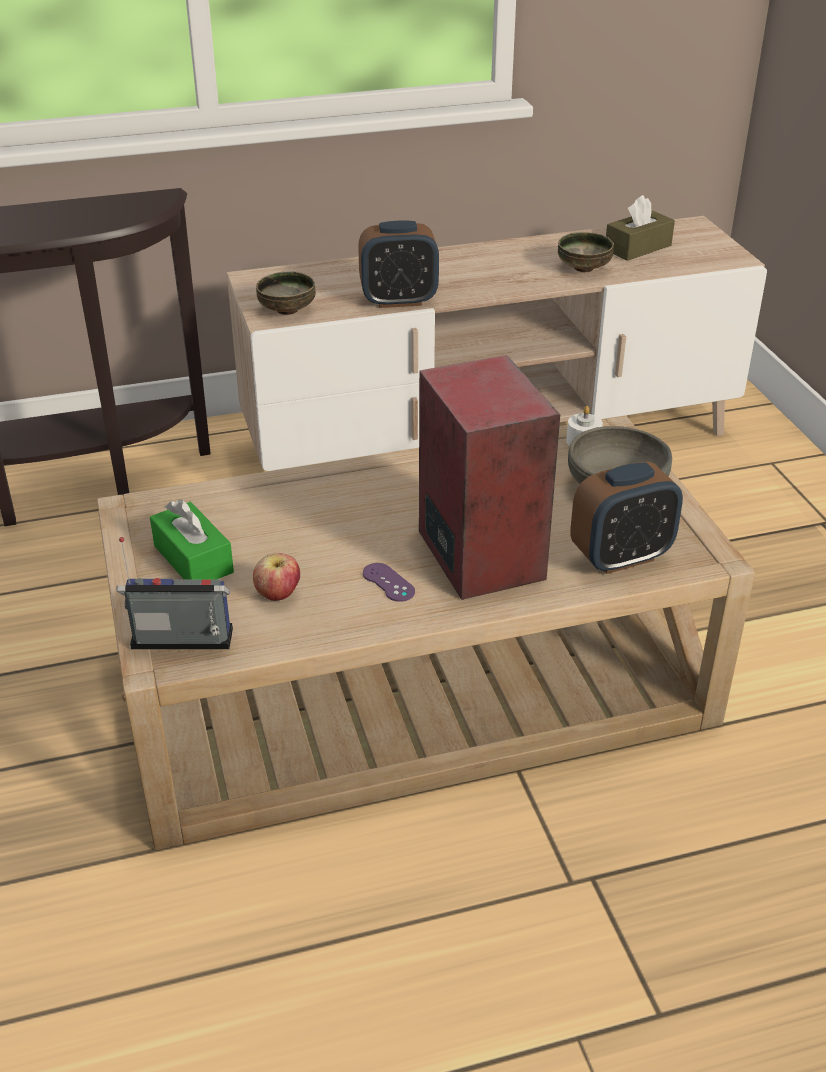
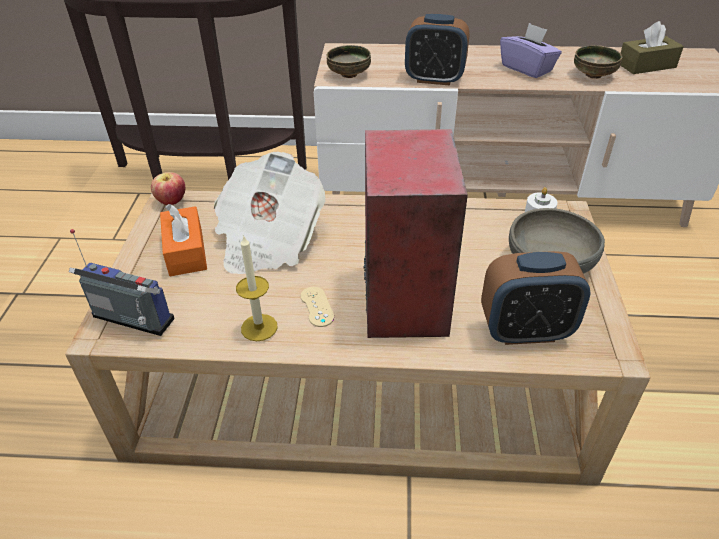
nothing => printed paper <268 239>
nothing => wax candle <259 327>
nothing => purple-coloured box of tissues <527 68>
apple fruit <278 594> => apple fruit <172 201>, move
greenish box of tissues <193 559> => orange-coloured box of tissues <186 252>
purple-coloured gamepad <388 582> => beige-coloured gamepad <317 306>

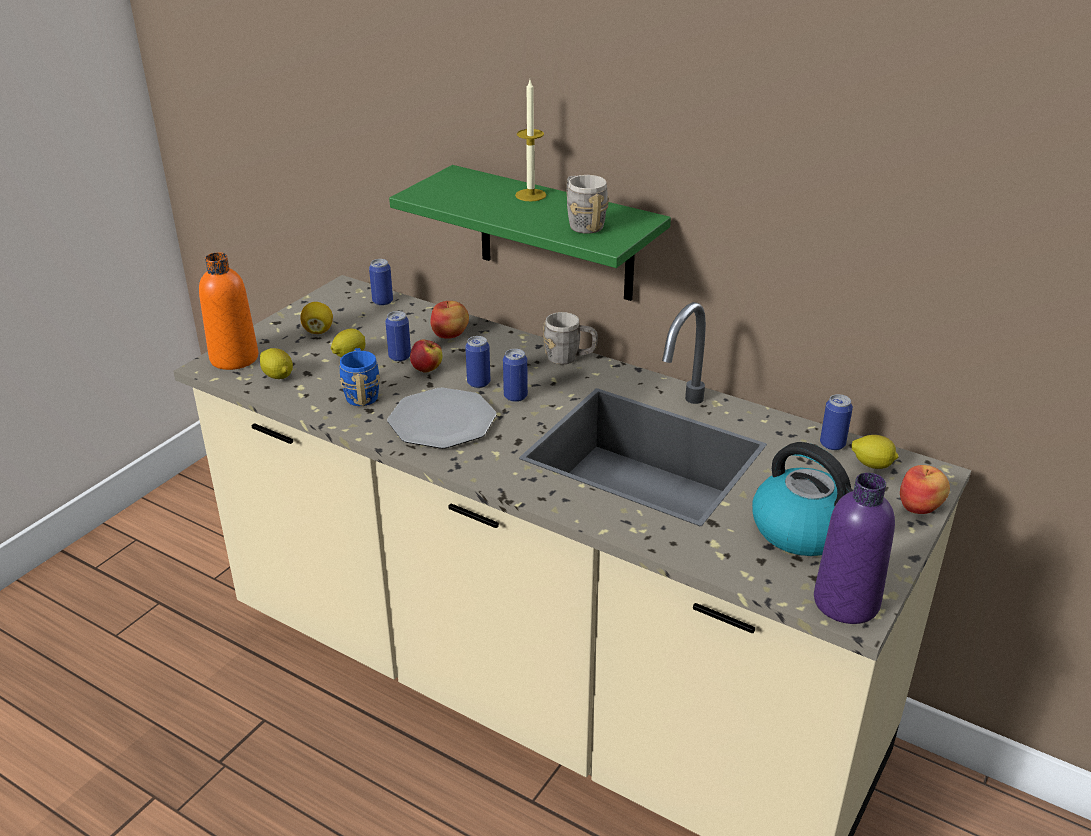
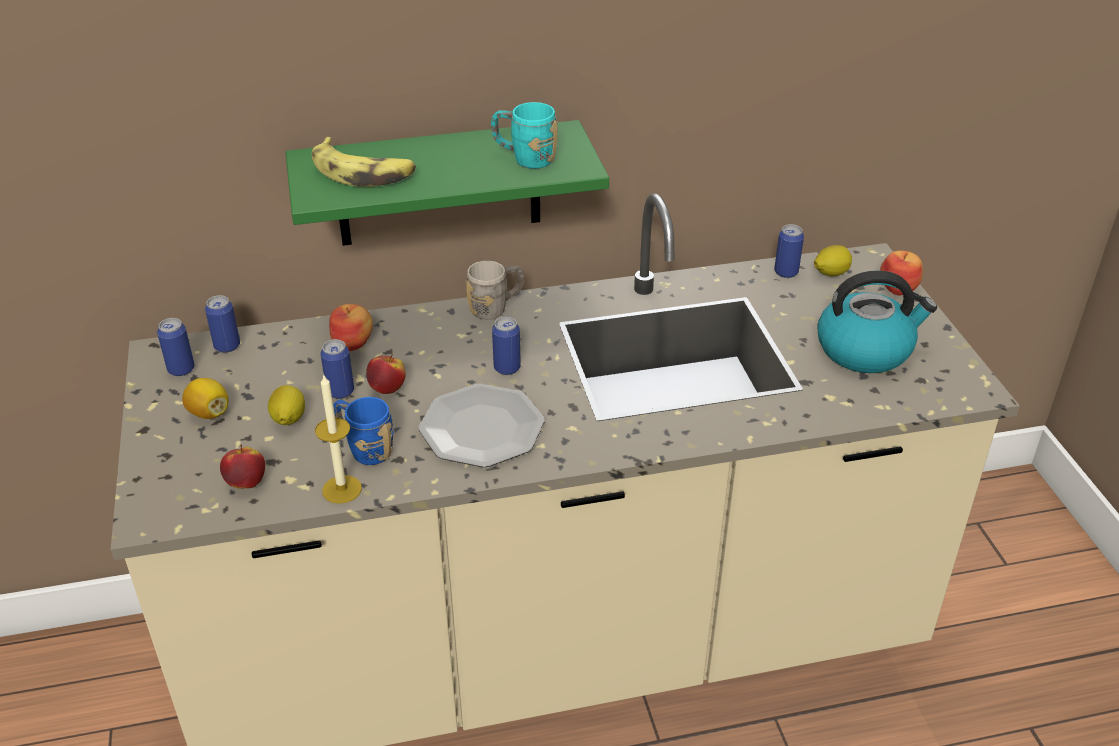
orange-coloured drink bottle <234 358> => nothing
purple-coloured drink bottle <846 602> => nothing
nothing => banana fruit <363 172>
sealed can <478 383> => sealed can <181 369>, move
wax candle <530 195> => wax candle <342 489>, move
lemon <278 376> => apple fruit <246 482>
greyish tea mug <582 223> => turquoise-coloured tea mug <525 158>

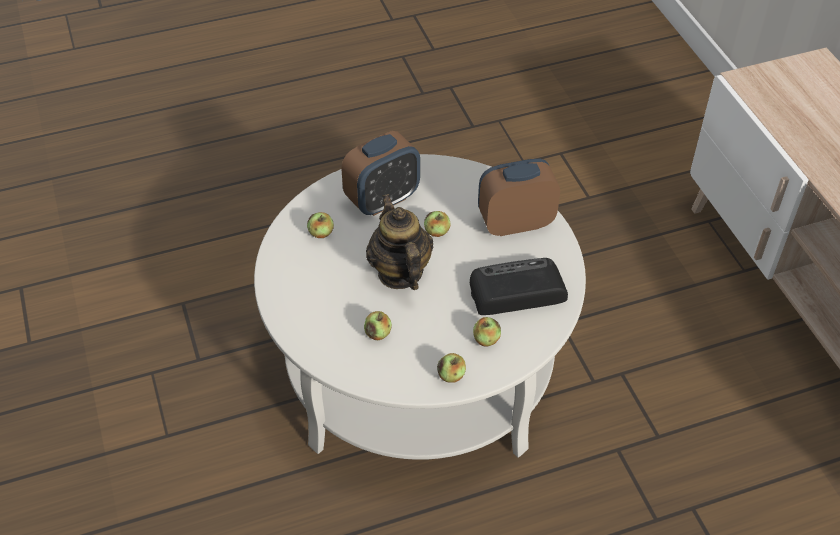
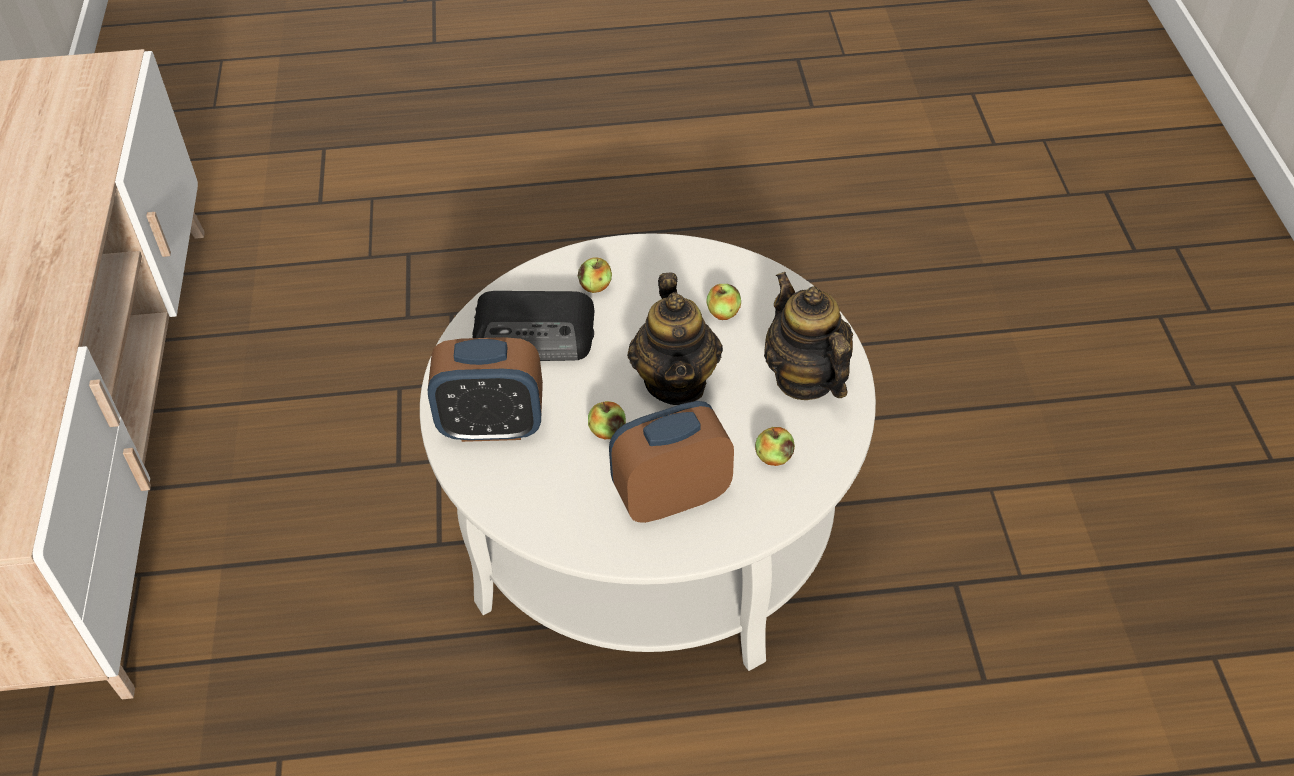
apple fruit <451 375> => nothing
nothing => tea pot <805 378>

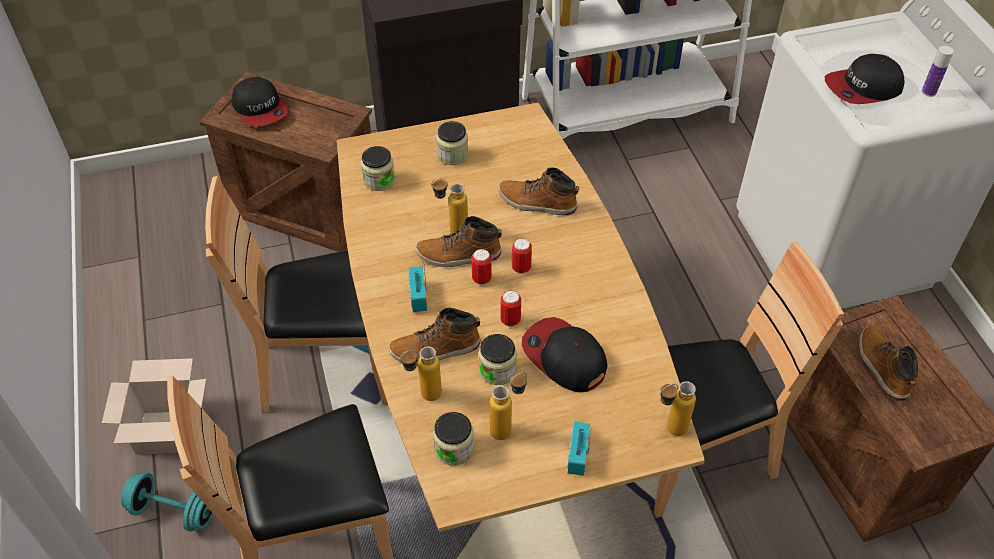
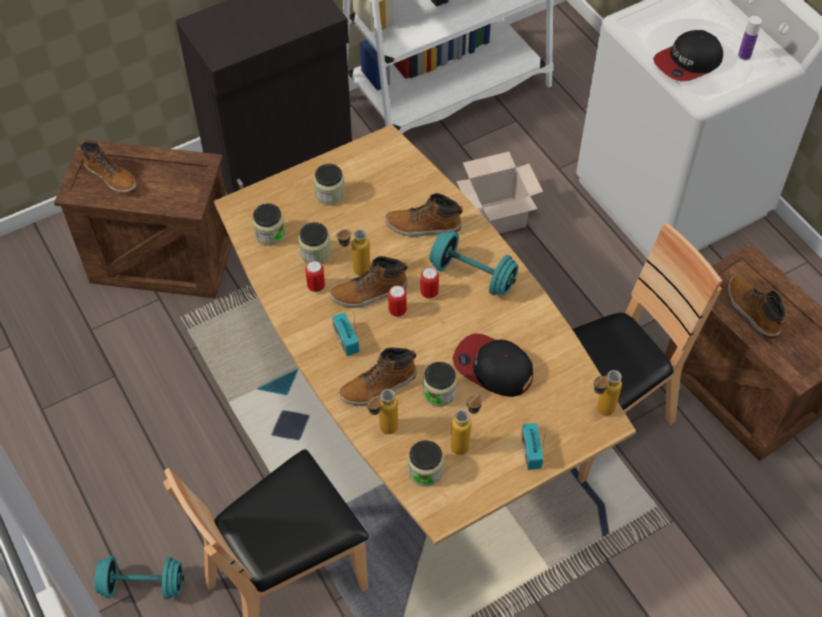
brown chair <327 370> => nothing
nothing => preserve jar <315 253>
nothing => turquoise-coloured dumbbell <472 275>
carton <171 431> => carton <497 216>, move
sealed can <510 320> => sealed can <316 286>, move
cap <260 109> => boot <111 176>

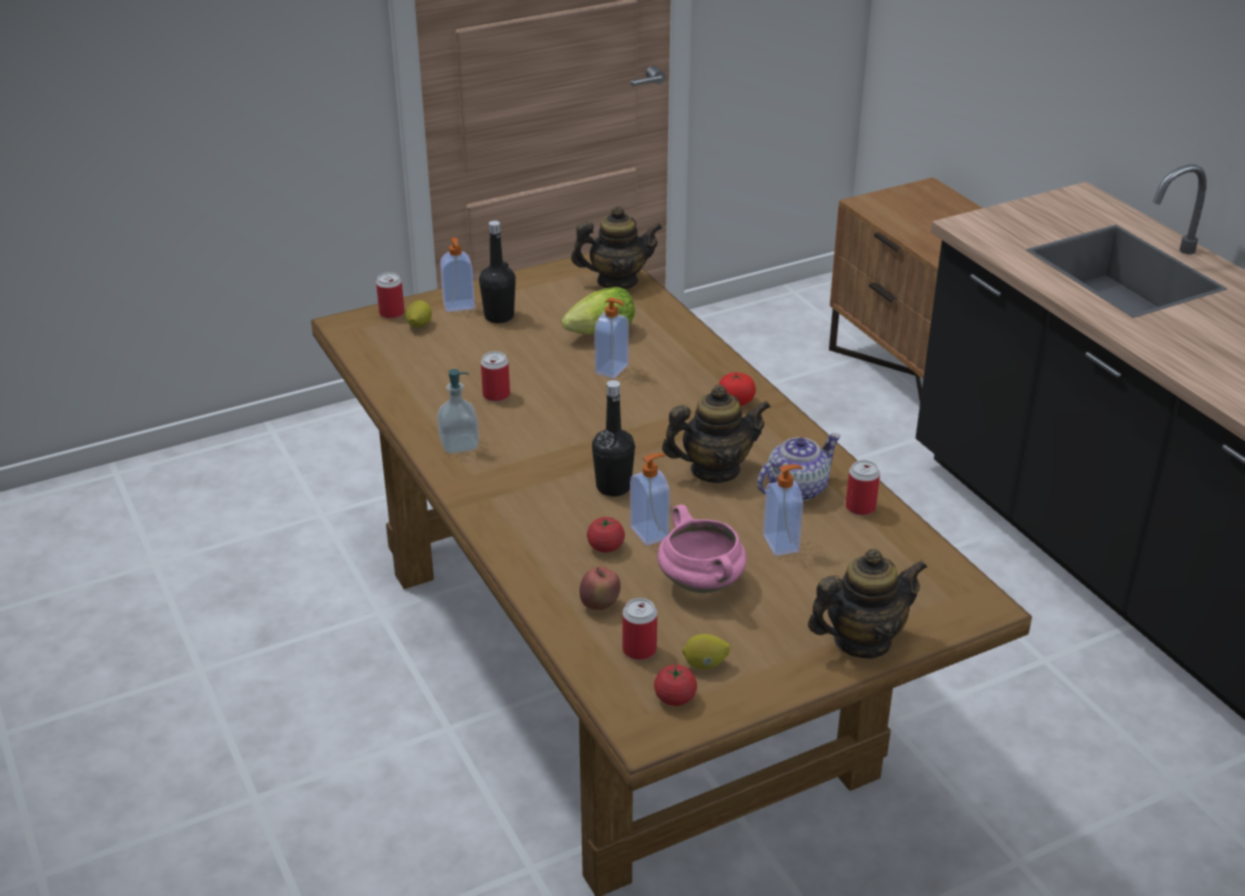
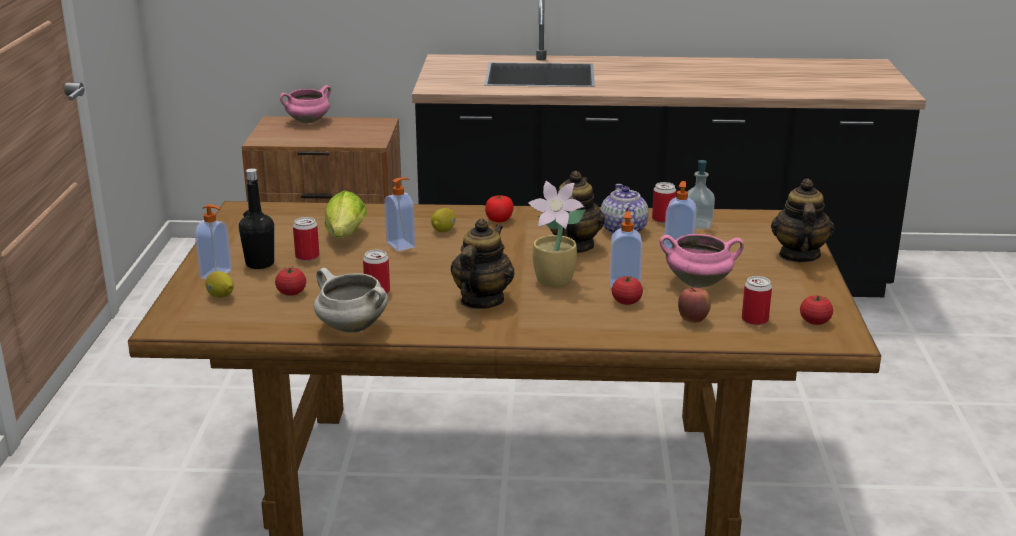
nothing => tomato <291 293>
nothing => pink saucepot <307 121>
nothing => white-coloured saucepot <350 327>
sealed can <392 313> => sealed can <307 257>, move
soap bottle <459 444> => soap bottle <697 224>, move
tea pot <617 281> => tea pot <481 301>, move
lemon <705 664> => lemon <444 230>, move
black drink bottle <613 487> => plant in a pot <555 282>

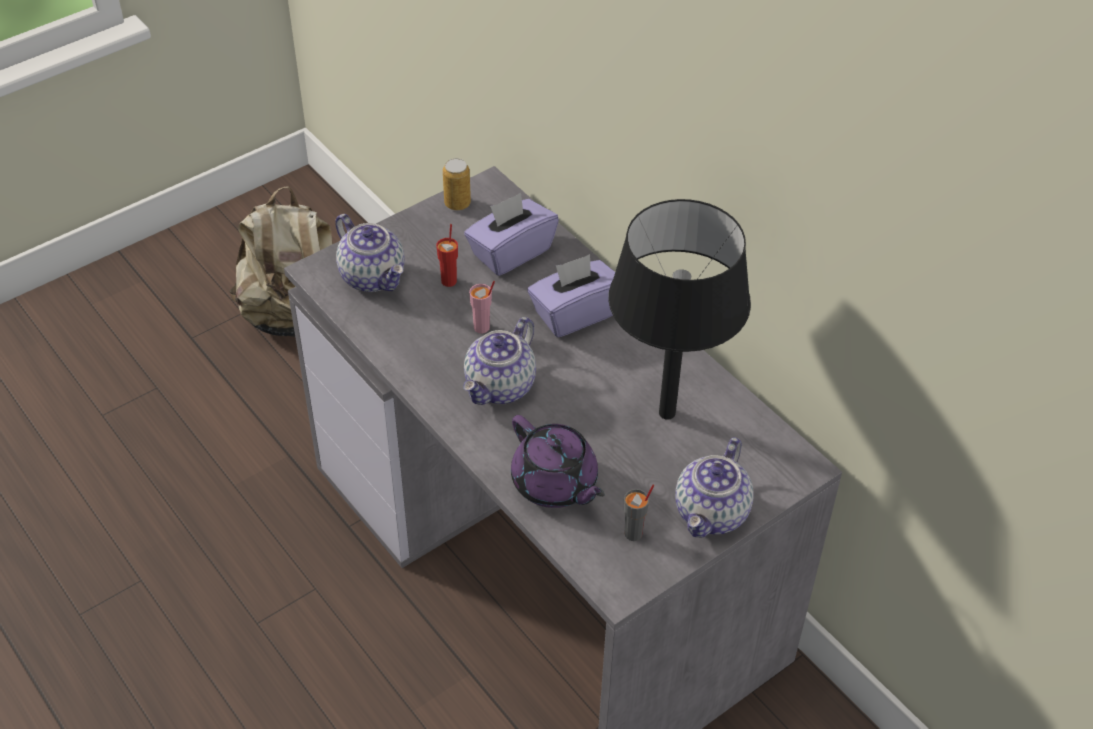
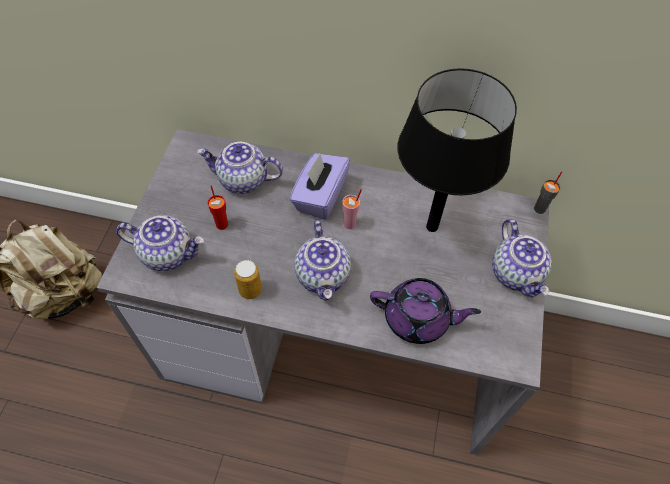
sealed can <457 204> => sealed can <250 290>, move
pink cup <482 328> => pink cup <350 224>, move
greyish cup <634 534> => greyish cup <540 209>, move
purple-coloured box of tissues <511 252> => tea pot <242 180>

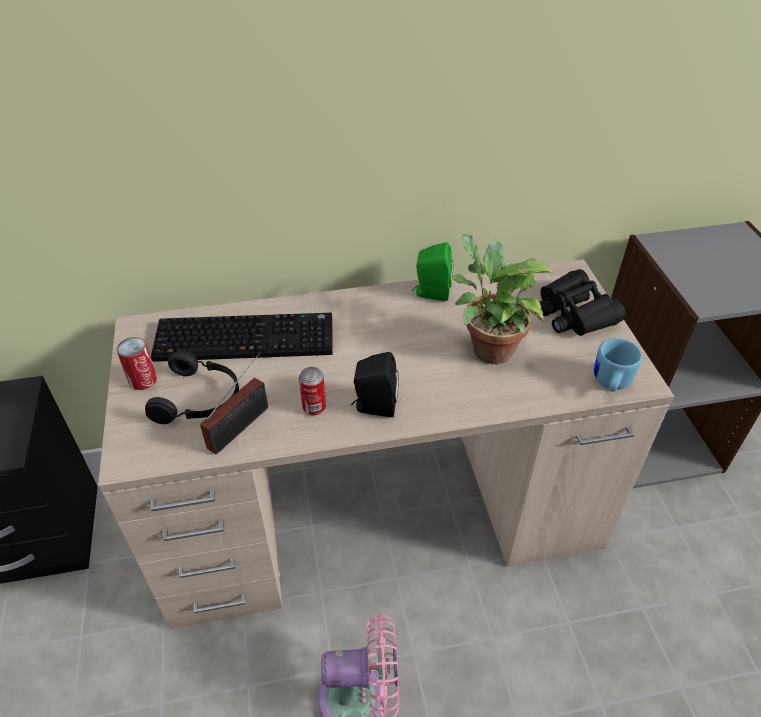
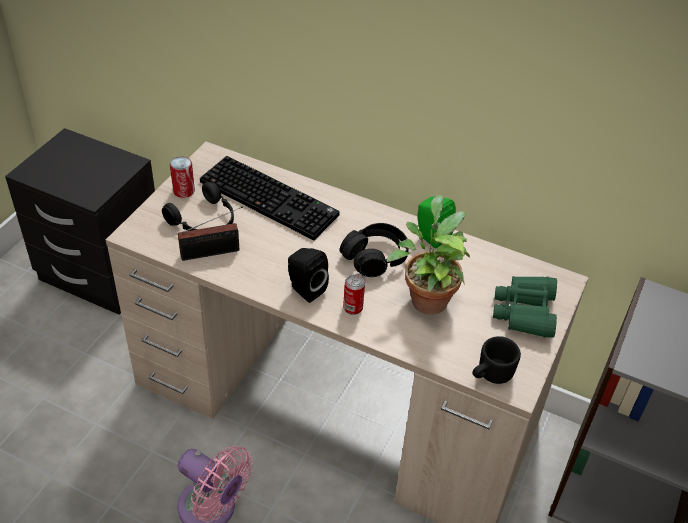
nothing => black headset <375 257>
sealed can <314 407> => sealed can <353 308>, move
black binoculars <573 313> => greenish binoculars <525 312>
blue-coloured tea mug <610 383> => black tea mug <490 374>

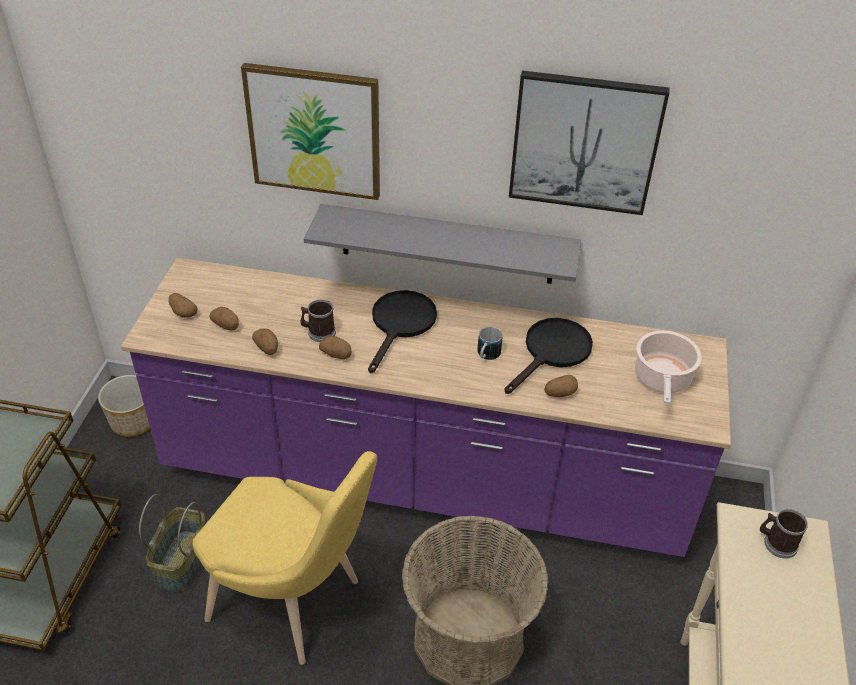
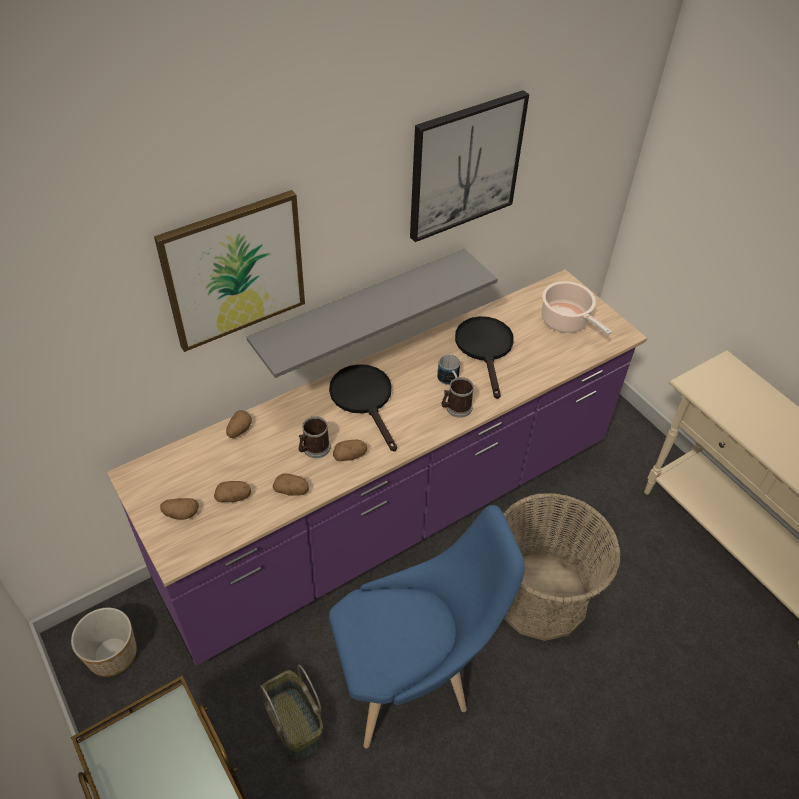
whole potato <560 393> => whole potato <239 430>, move
tea mug <776 543> => tea mug <456 408>, move
yellowish chair <293 603> => blue-coloured chair <410 676>

